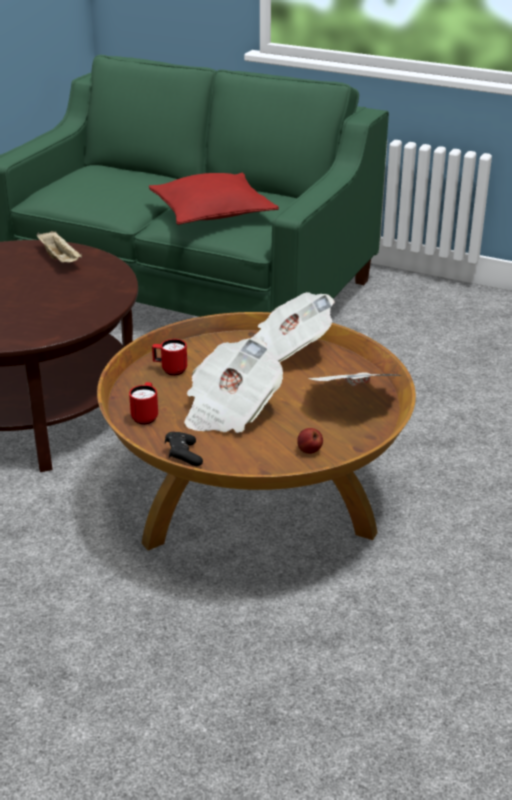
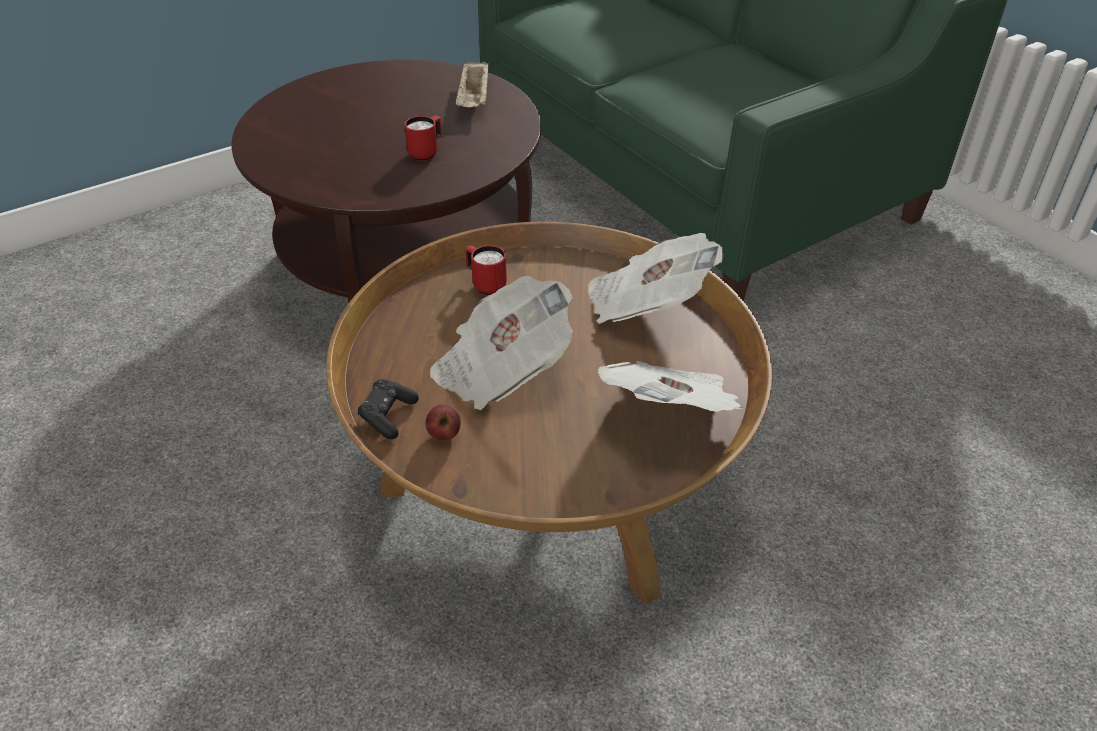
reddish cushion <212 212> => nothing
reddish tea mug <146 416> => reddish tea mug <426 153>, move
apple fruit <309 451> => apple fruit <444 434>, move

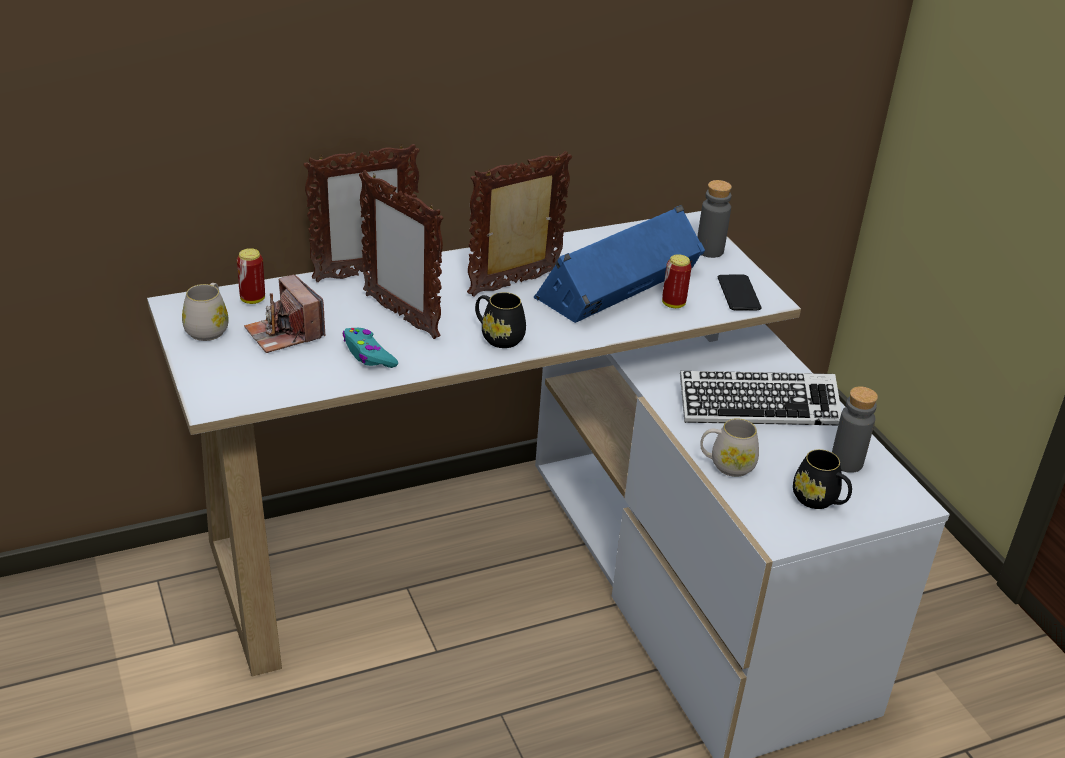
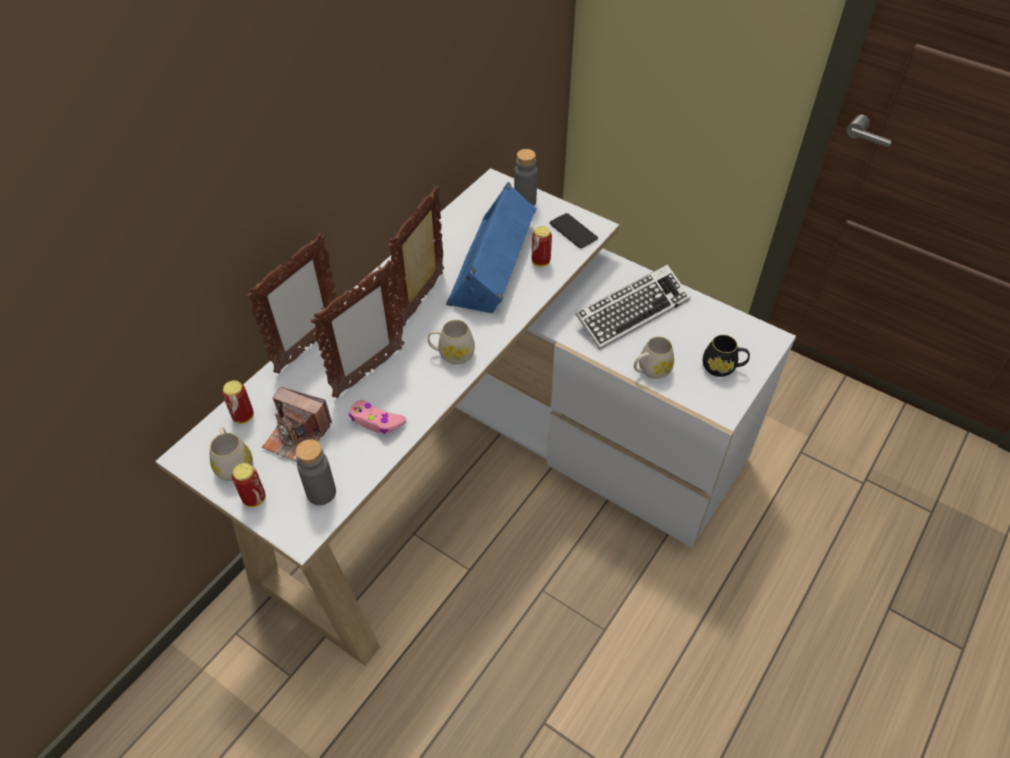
nothing => sealed can <254 499>
greyish drink bottle <846 462> => greyish drink bottle <321 492>, move
turquoise-coloured gamepad <368 355> => pink gamepad <376 421>
black tea mug <498 336> => white-coloured tea mug <452 354>
photo frame <400 316> => photo frame <368 372>, 60 degrees counterclockwise

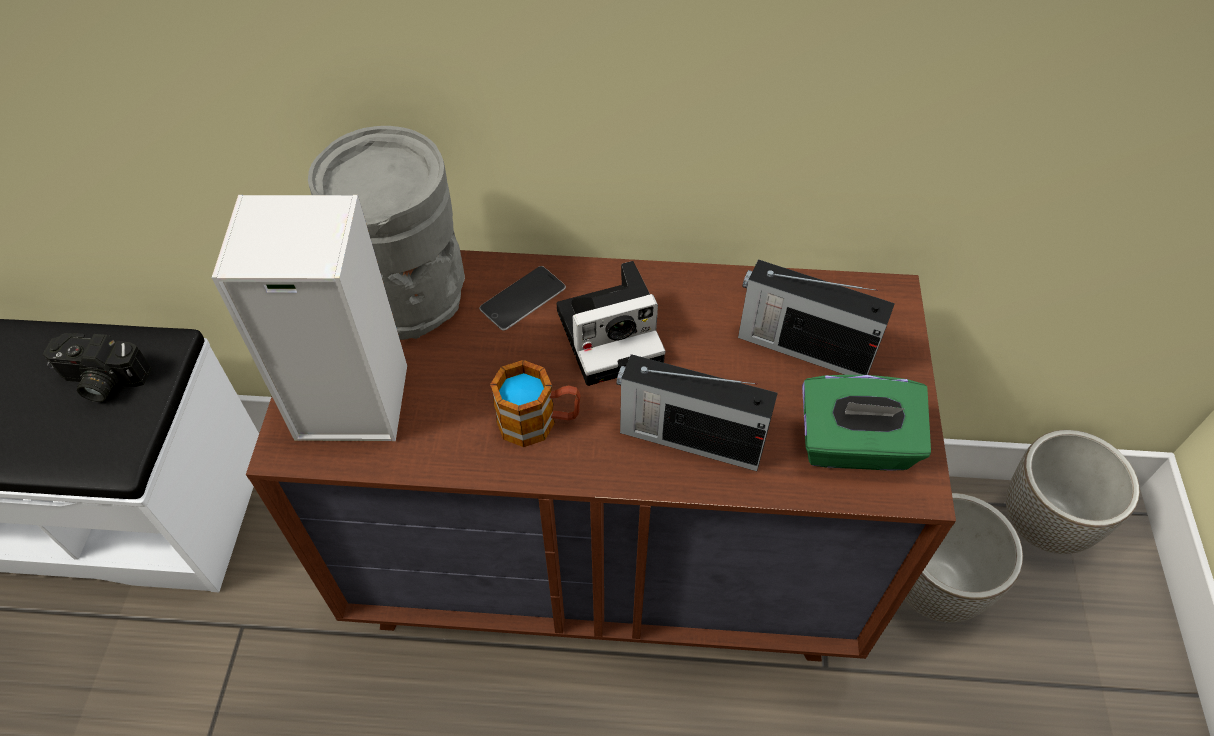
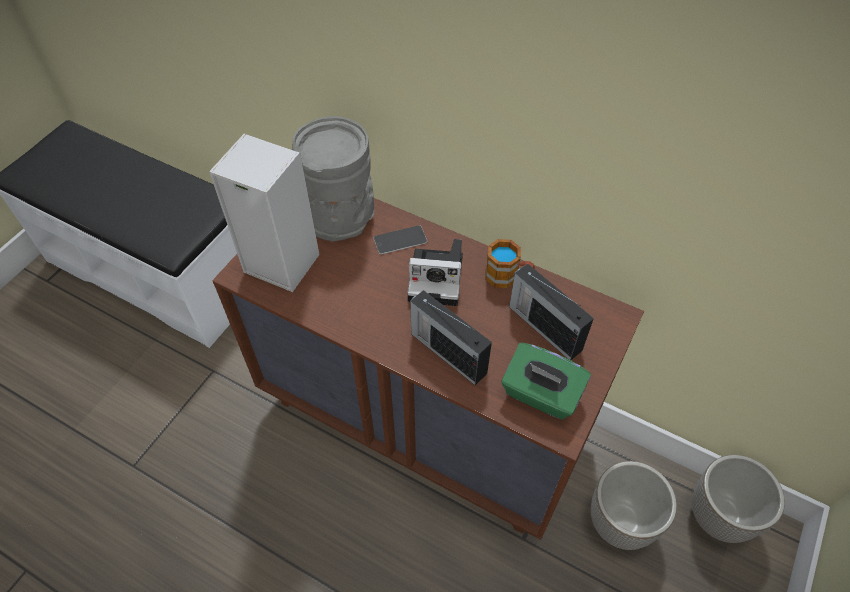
photo camera <101 381> => nothing
tea mug <538 422> => tea mug <508 278>, move

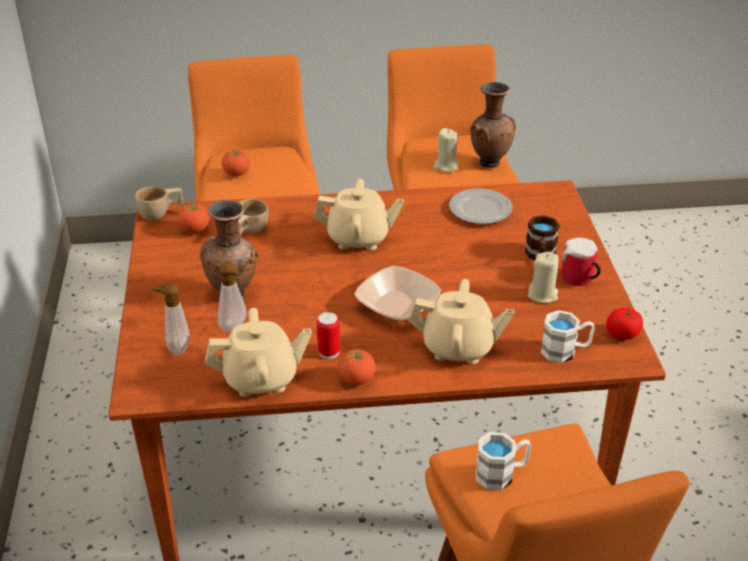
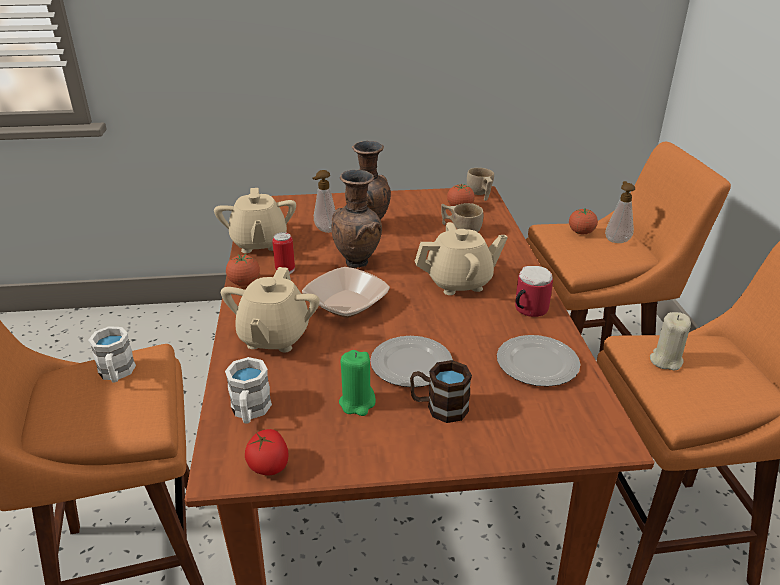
nothing => dinner plate <412 365>
soap bottle <176 348> => soap bottle <616 240>, move
brown decorative vase <489 162> => brown decorative vase <358 263>, move
tea mug <579 280> => tea mug <527 309>, move
beige-coloured wax candle <543 295> => greenish wax candle <357 403>
beige-coloured tea pot <358 238> => beige-coloured tea pot <459 283>, 105 degrees counterclockwise

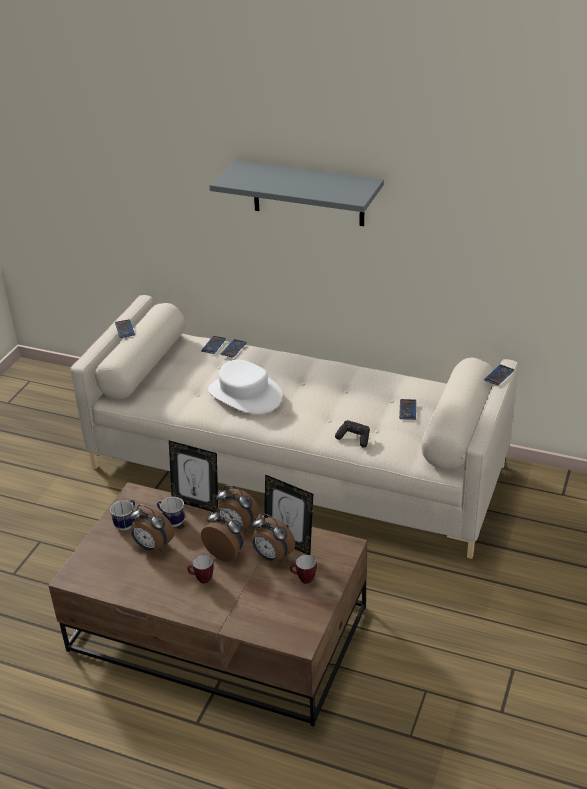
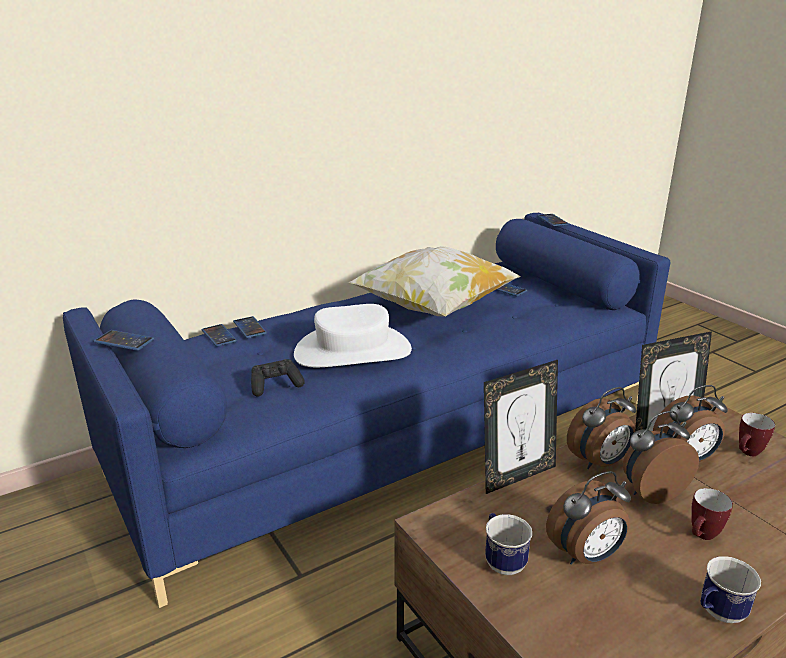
greyish shelf <308 193> => nothing
nothing => cushion <433 308>
tea mug <171 521> => tea mug <717 614>, move
black gamepad <354 438> => black gamepad <275 385>, move
beige-coloured settee <298 466> => blue-coloured settee <393 434>

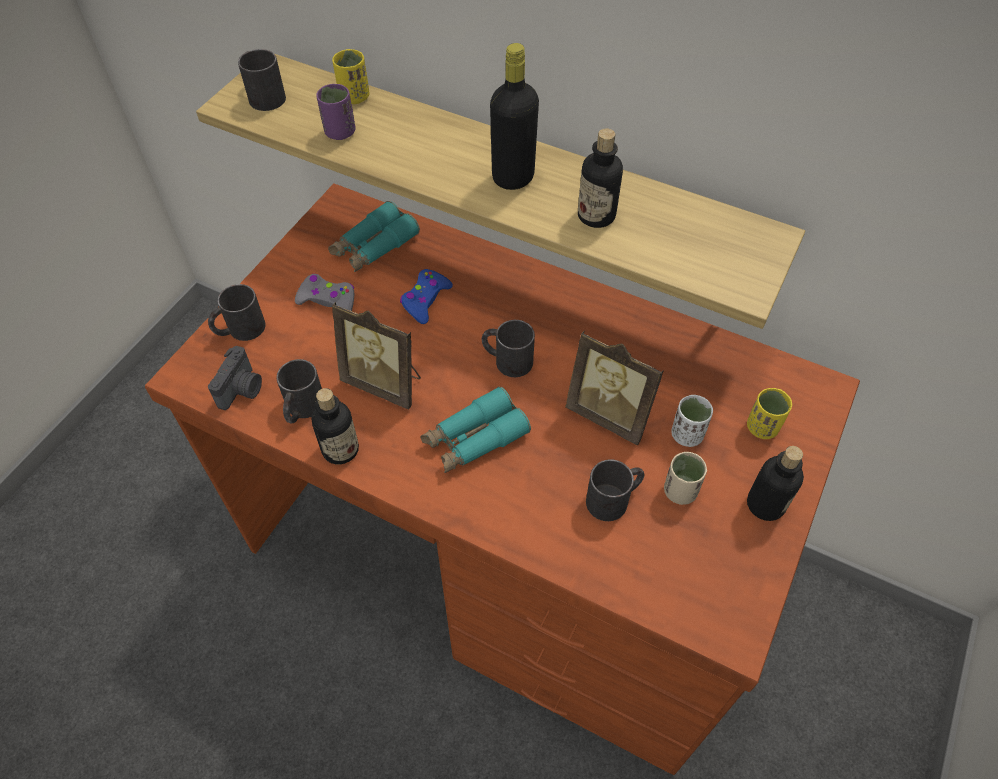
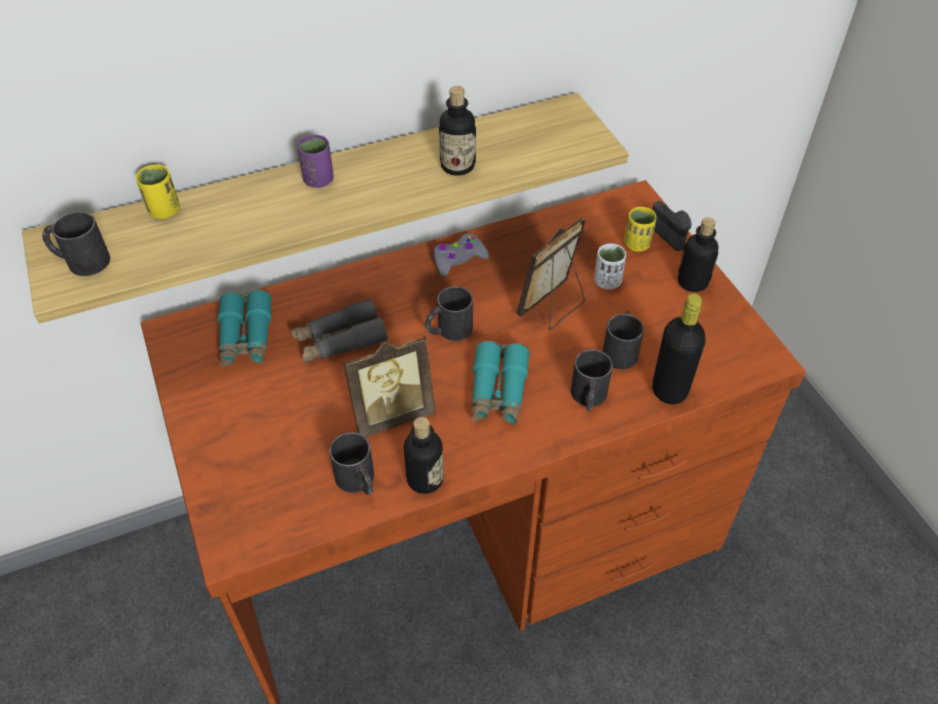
beige-coloured cup <680 491> => nothing
black tea mug <239 330> => black tea mug <588 398>, move
photo camera <242 390> => photo camera <671 234>, move
greyish gamepad <328 300> => greyish gamepad <458 259>, move
purple-coloured cup <340 132> => purple-coloured cup <318 180>, move
black drink bottle <513 177> => black drink bottle <669 390>, move
blue-coloured gamepad <425 300> => greyish binoculars <339 341>
photo frame <610 414> => photo frame <553 307>, 150 degrees clockwise

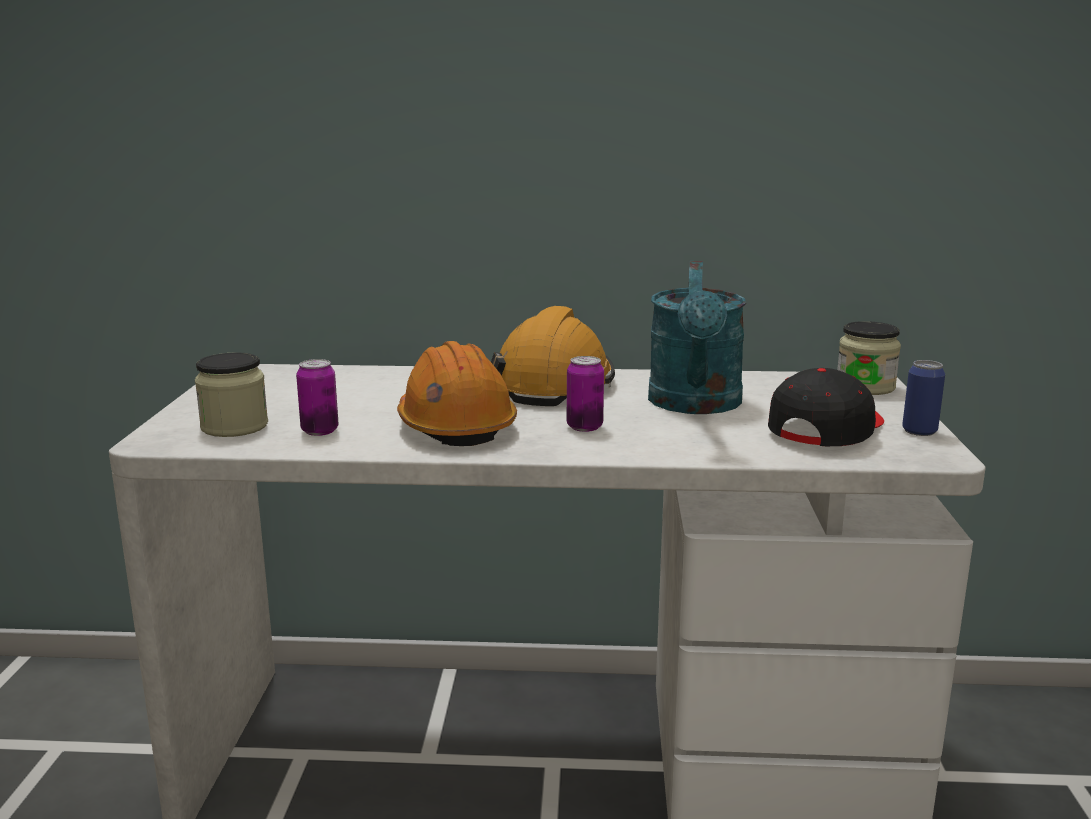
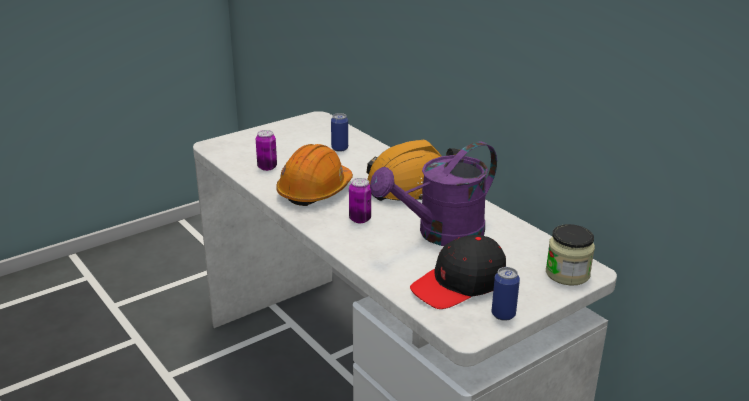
preserve jar <234 426> => nothing
nothing => sealed can <339 148>
turquoise-coloured watering pot <695 405> => purple-coloured watering pot <441 234>
black cap <826 429> => black cap <459 284>, 150 degrees clockwise

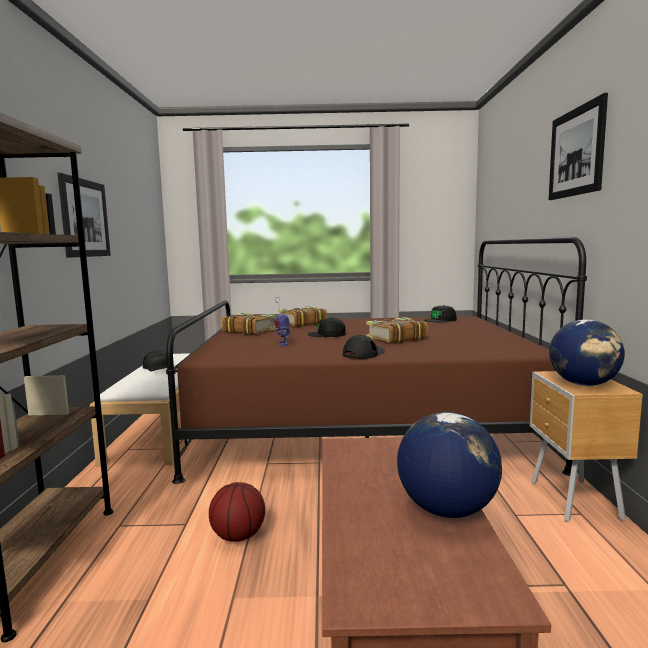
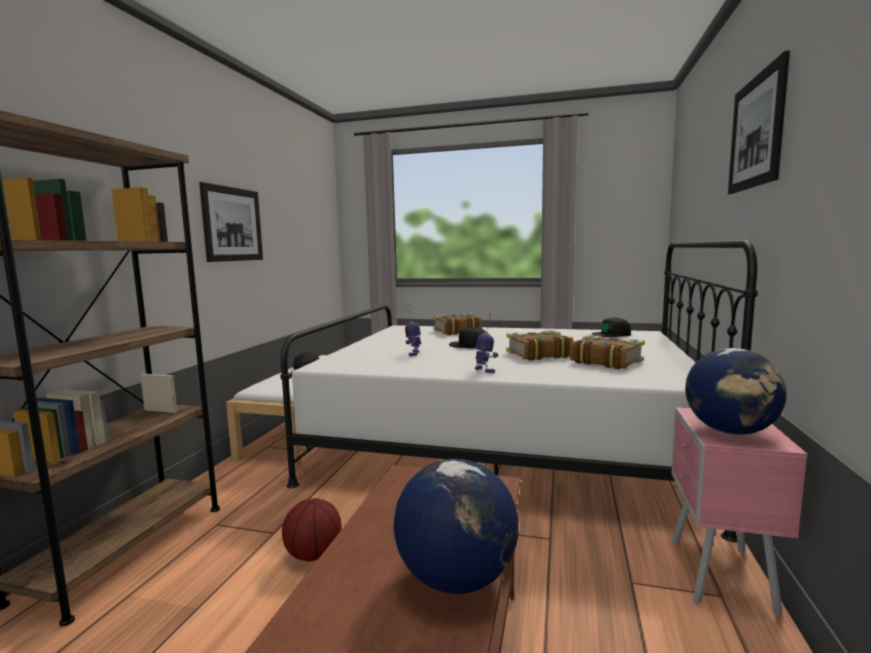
volume <249 331> => volume <605 361>, move
black cap <363 353> => model robot <485 370>
brown sleeping bed <361 424> => white-coloured sleeping bed <504 444>
brown nightstand <574 502> => pink nightstand <719 578>

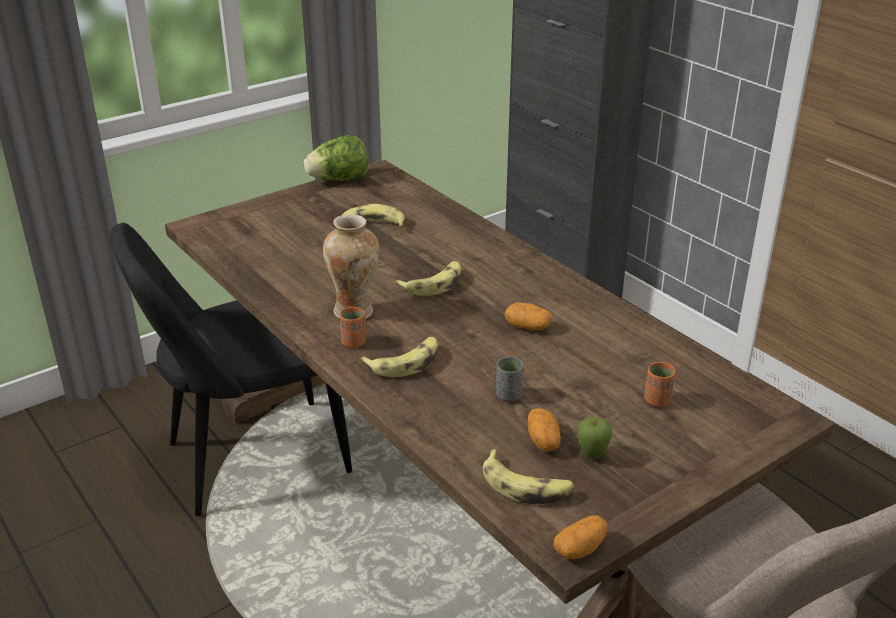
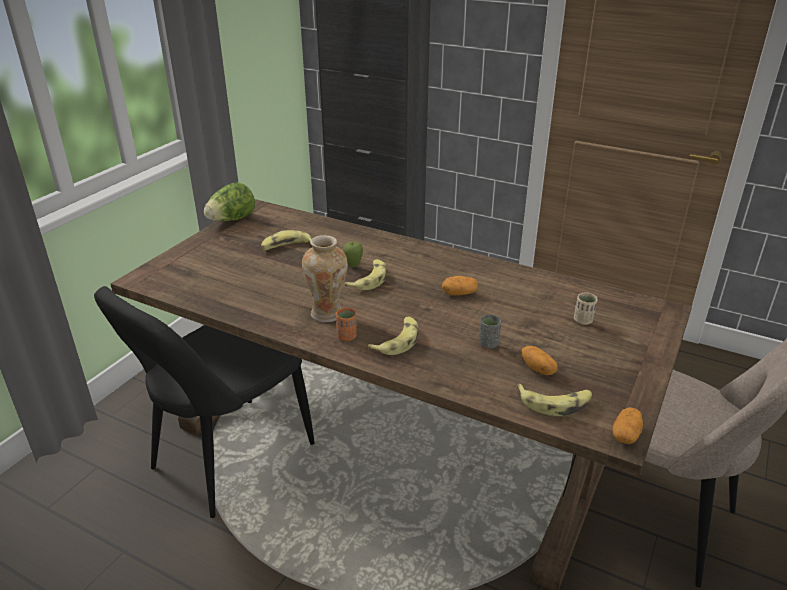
apple fruit <592 456> => apple fruit <353 265>, move
orange-coloured cup <657 400> => beige-coloured cup <583 320>

